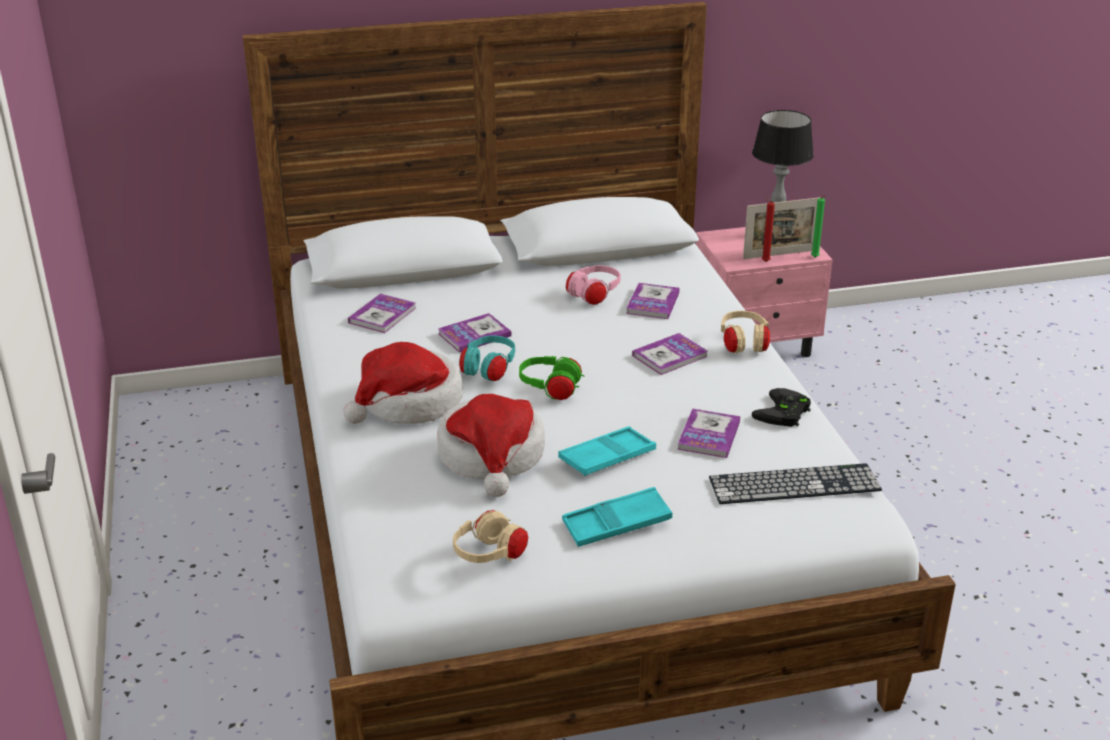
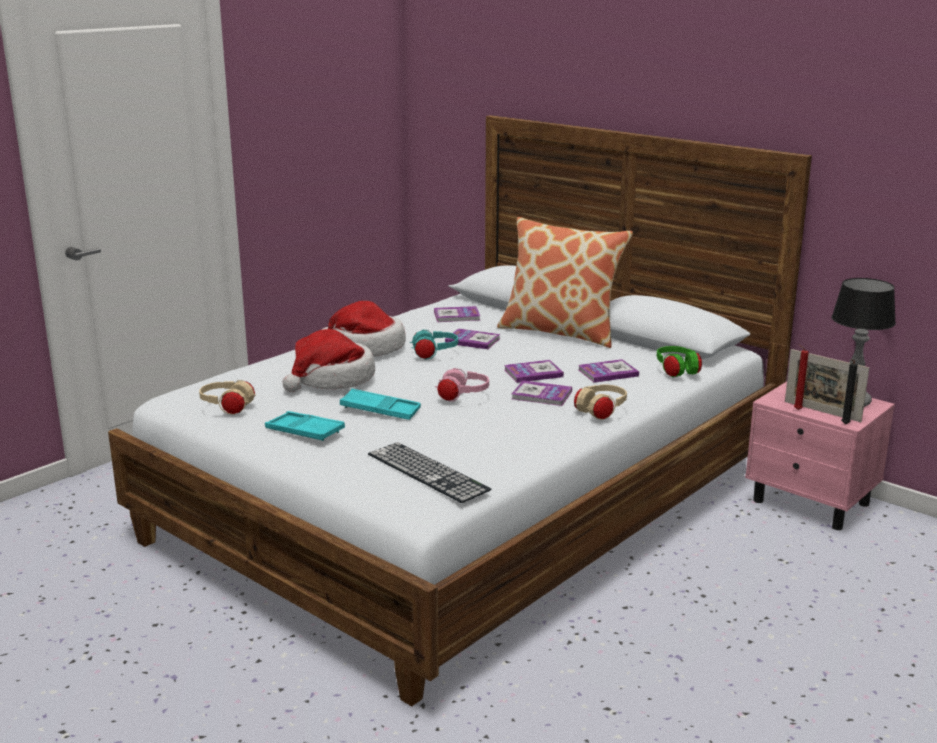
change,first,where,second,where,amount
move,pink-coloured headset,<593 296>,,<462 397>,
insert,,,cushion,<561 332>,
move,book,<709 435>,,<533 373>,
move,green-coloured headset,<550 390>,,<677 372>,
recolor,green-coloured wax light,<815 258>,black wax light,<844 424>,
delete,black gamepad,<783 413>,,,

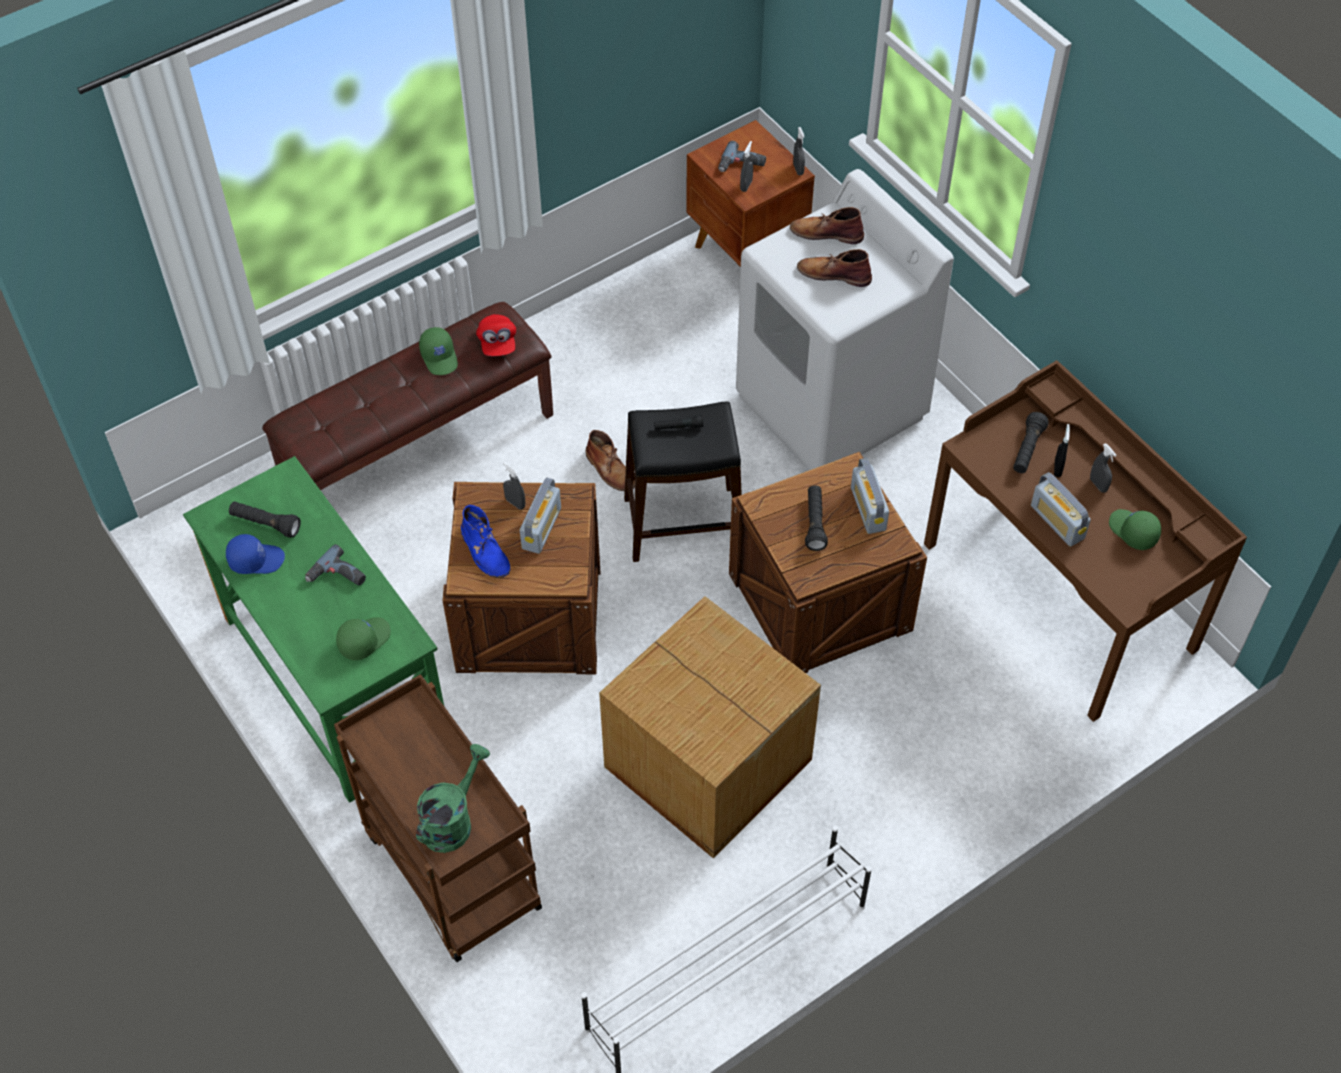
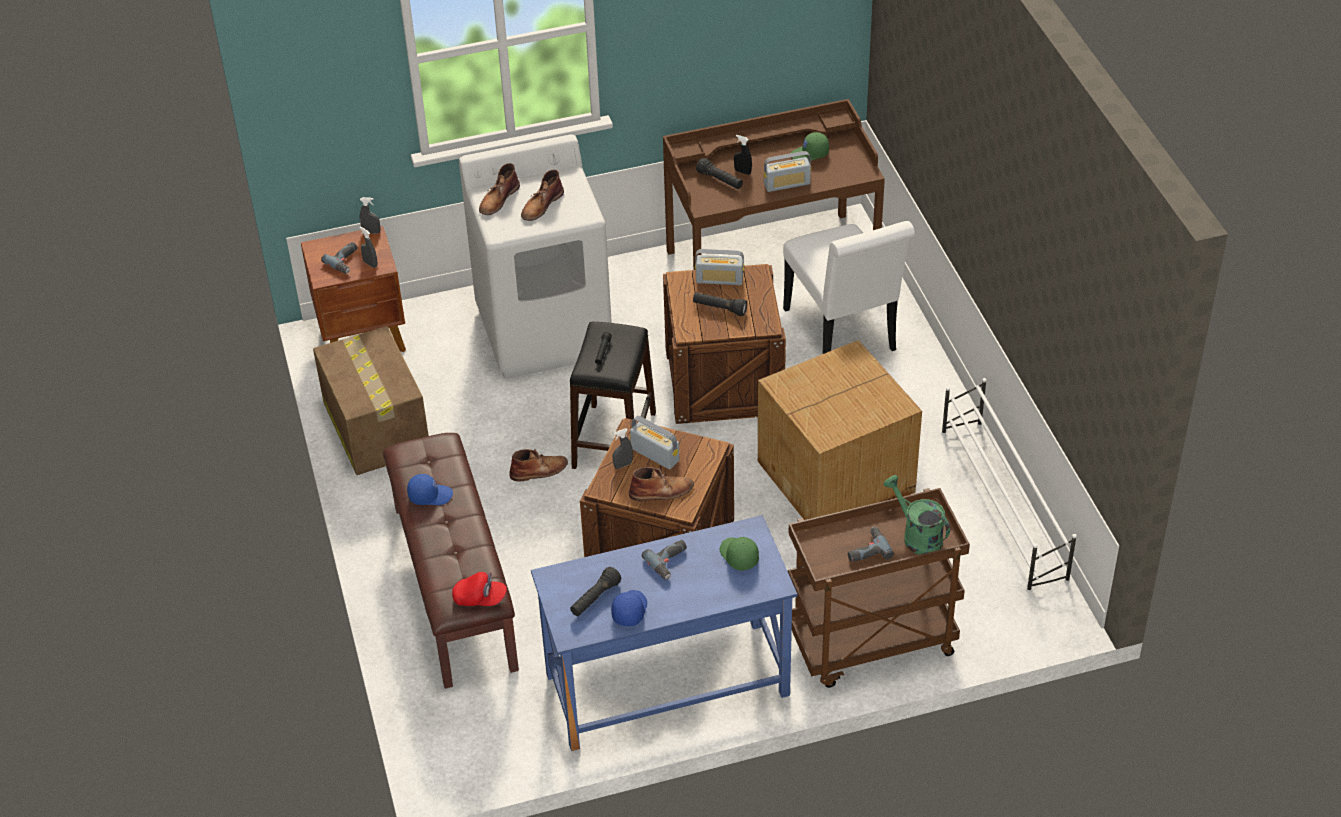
change,first,where,second,where,amount
insert,,,carton,<376 426>,
recolor,green-coloured baseball cap,<440 357>,blue-coloured baseball cap,<430 495>,
move,red baseball cap,<497 343>,,<480 598>,
recolor,green-coloured desk,<334 680>,blue-coloured desk,<667 685>,
recolor,blue-coloured tall boot,<485 551>,brown-coloured tall boot,<662 491>,
insert,,,whitish plain chair,<843 335>,
insert,,,power drill,<866 549>,
delete,grey spray bottle,<1098 485>,,,

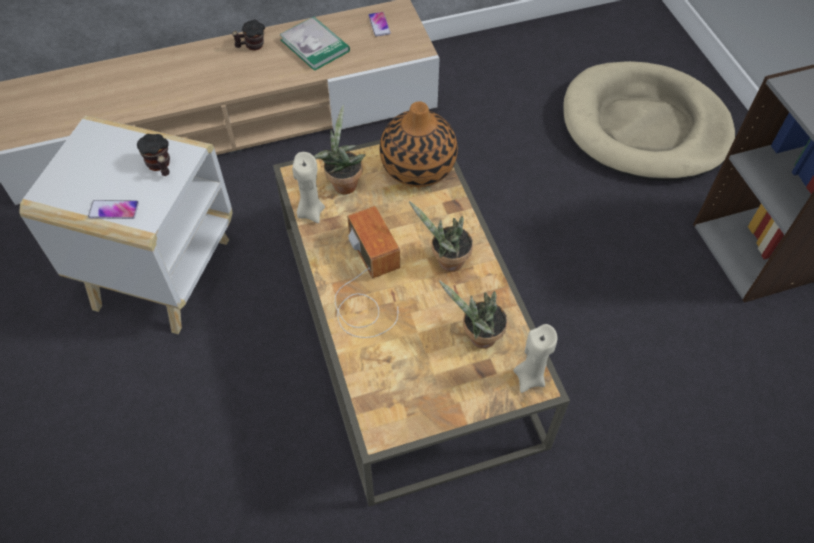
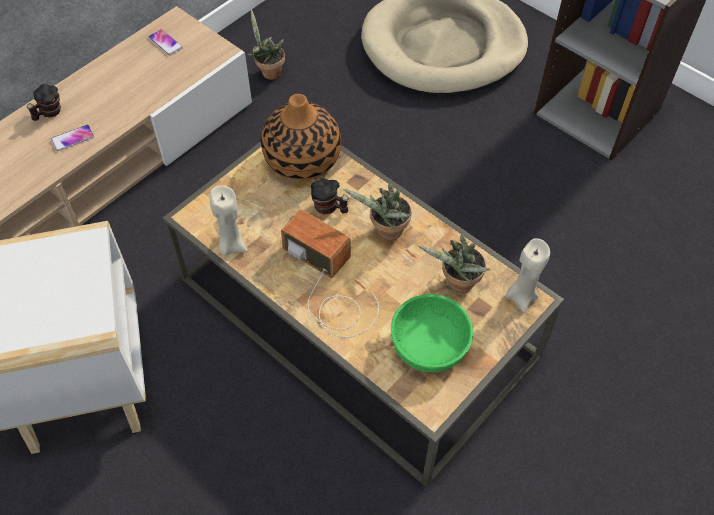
change,first,where,second,where,amount
move,phone,<114 210>,,<73 138>,
move,potted plant,<343 183>,,<268 72>,
move,tea mug,<160 166>,,<329 208>,
insert,,,green-coloured bowl,<428 345>,
delete,book,<315 45>,,,

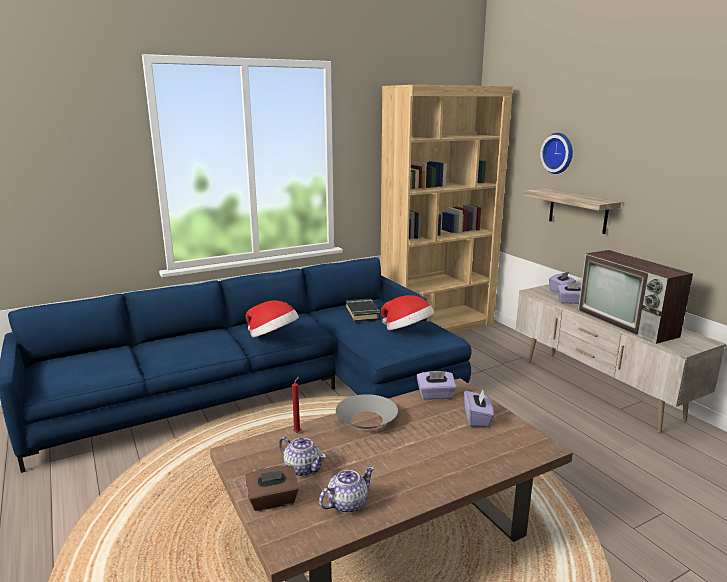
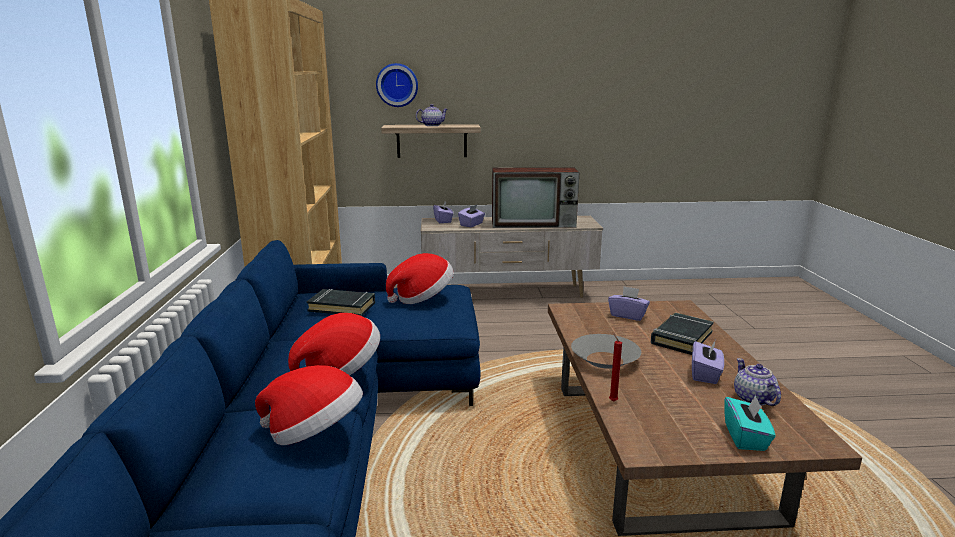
change,first,where,second,where,amount
insert,,,hat,<315 434>,
move,teapot,<302 468>,,<431 125>,
insert,,,black book,<681 338>,
move,purple-coloured tissue box,<435 395>,,<705 374>,
recolor,brown-coloured tissue box,<273 500>,turquoise tissue box,<745 437>,

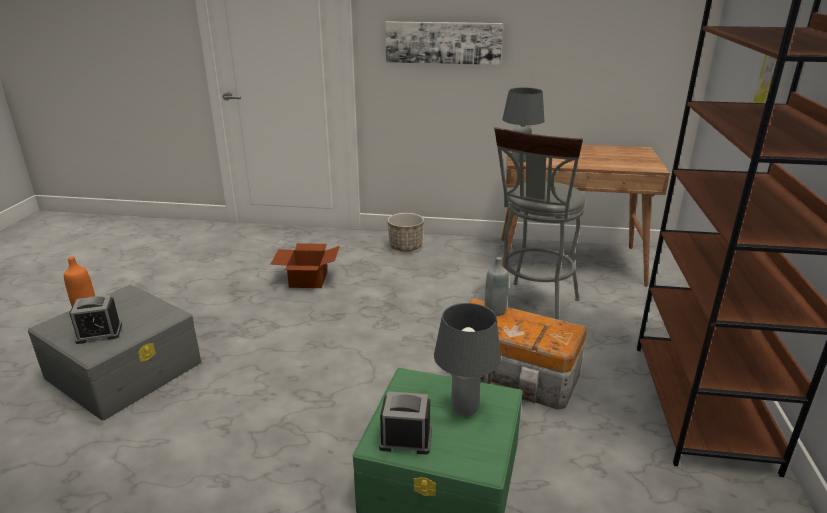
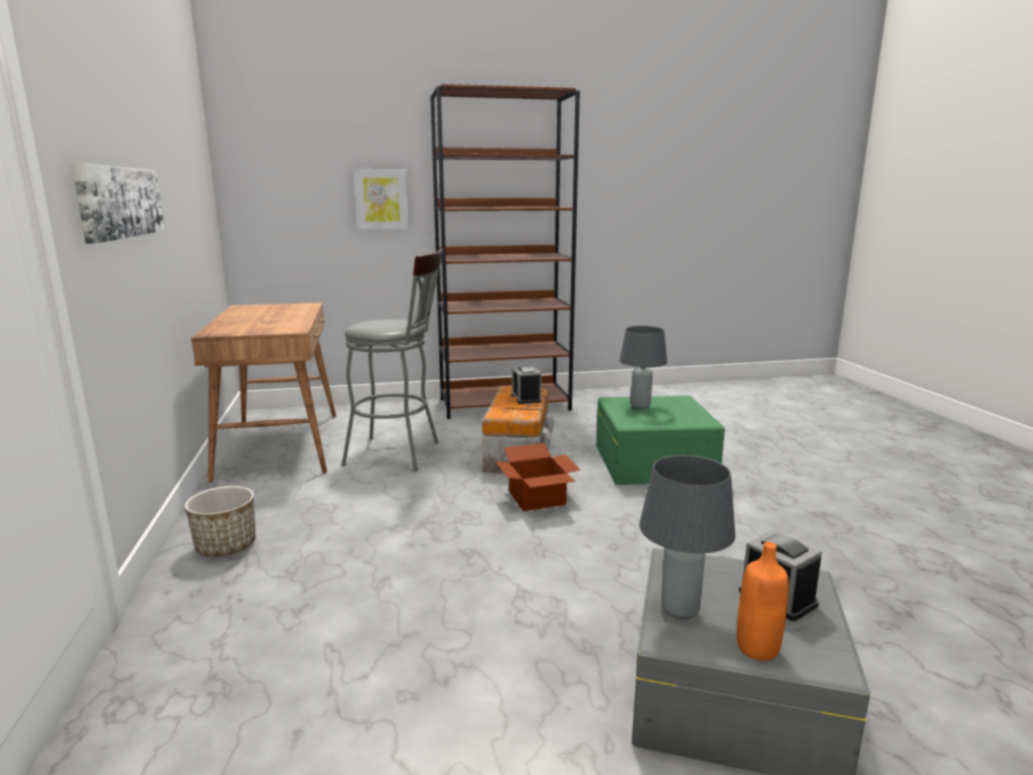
change,first,where,second,where,amount
move,carton,<307 279>,,<536 499>,
move,bedside clock,<405 439>,,<526 398>,
move,grey table lamp,<520 160>,,<678 610>,
delete,grey bottle,<495 311>,,,

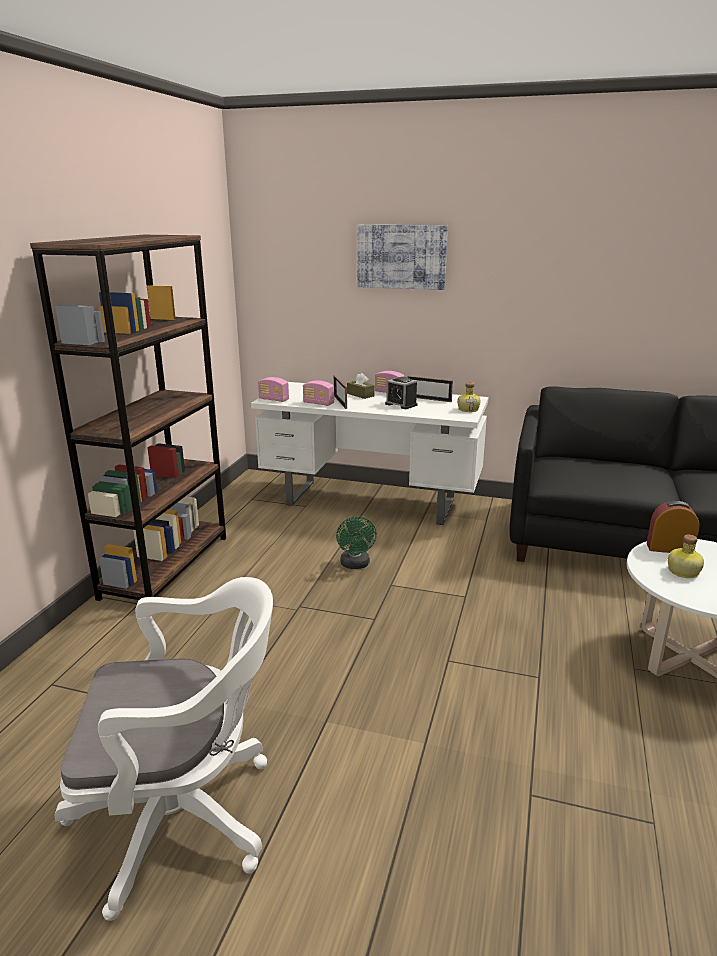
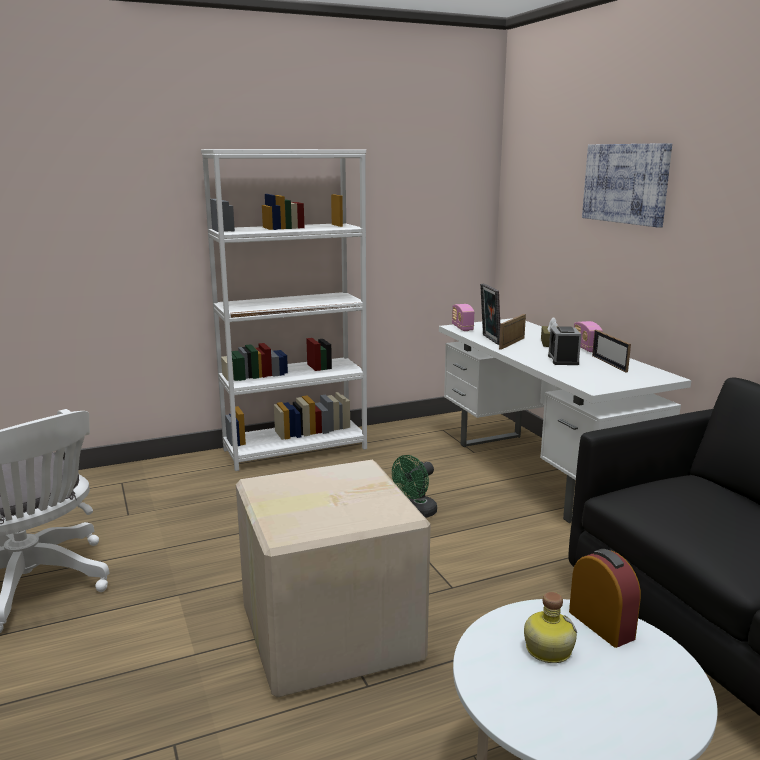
change,first,where,second,where,amount
recolor,brown-coloured shelving unit,<166 566>,whitish shelving unit,<295 449>,
insert,,,carton,<327 632>,
replace,radio,<318 403>,photo frame,<489 339>,
delete,bottle,<468 409>,,,

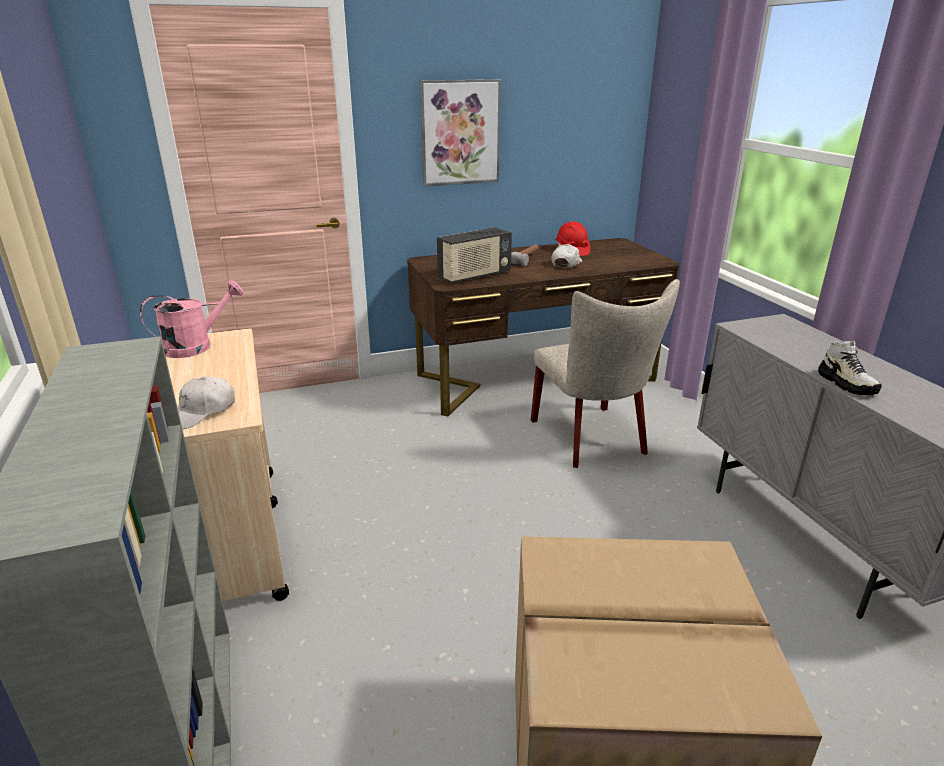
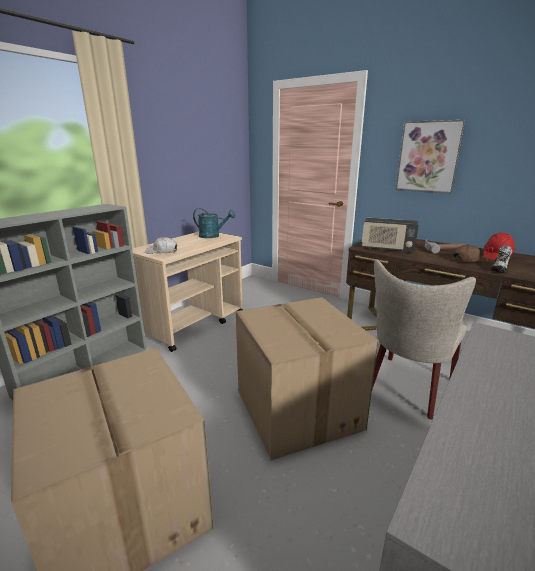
change,first,where,second,where,amount
recolor,pink-coloured watering can,<196 346>,turquoise watering can,<213 236>,
insert,,,carton,<295 408>,
recolor,whitish baseball cap,<566 263>,brown-coloured baseball cap,<468 260>,
move,low shoe,<846 384>,,<500 269>,

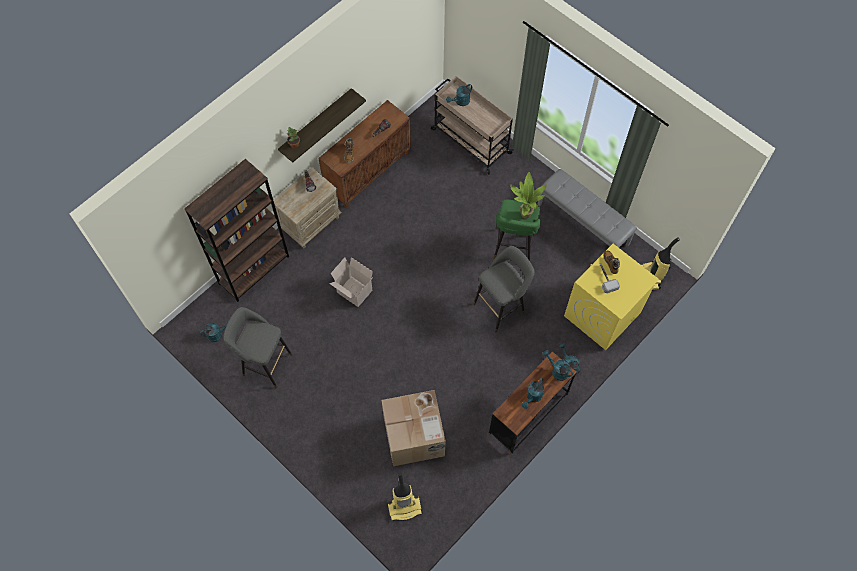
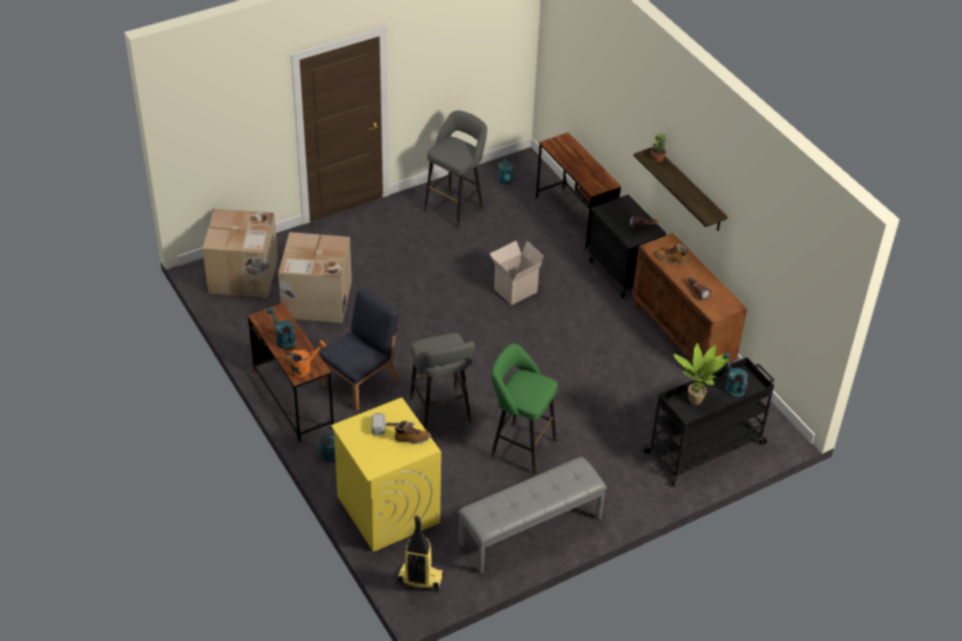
change,first,where,second,where,amount
replace,vacuum,<405 507>,carton,<244 275>,
recolor,turquoise watering can,<557 371>,orangey watering can,<304 368>,
insert,,,blue-coloured plain chair,<361 382>,
replace,brown-coloured shelving unit,<254 270>,brown-coloured desk,<574 219>,
recolor,beige nightstand,<311 223>,black nightstand,<622 273>,
recolor,beige cart,<470 140>,black cart,<706 447>,
move,potted plant,<524 214>,,<696 399>,

